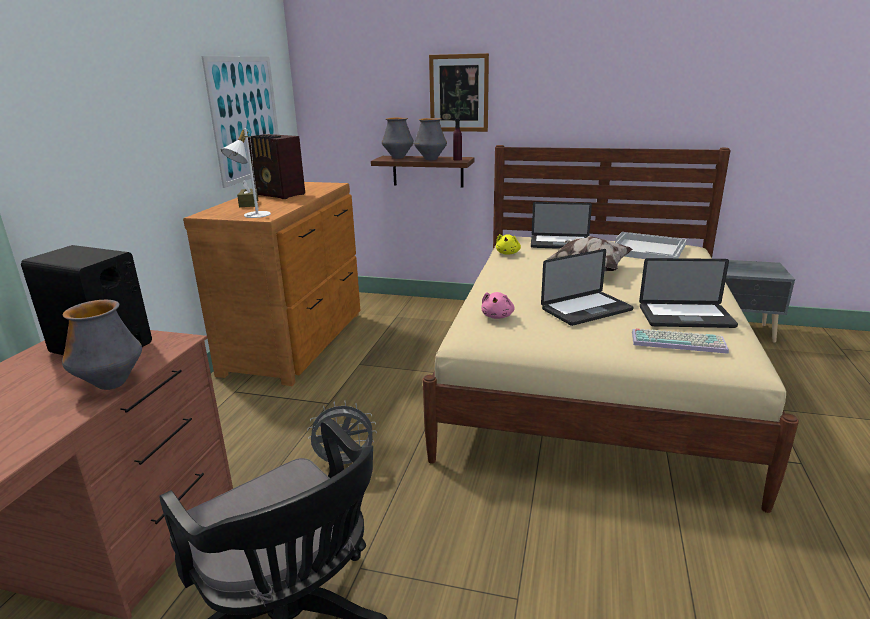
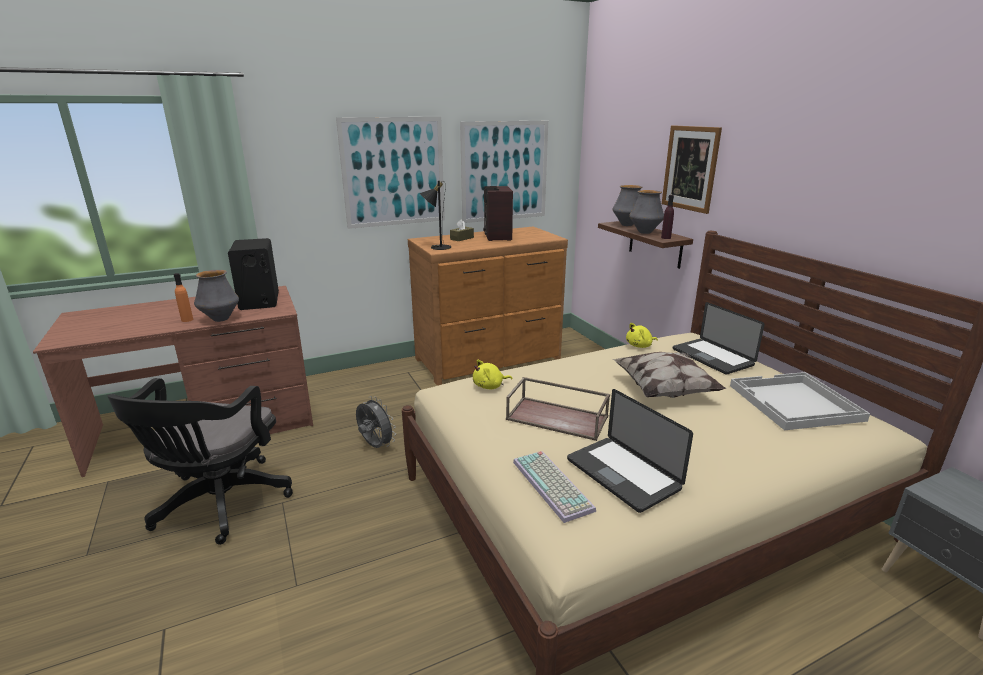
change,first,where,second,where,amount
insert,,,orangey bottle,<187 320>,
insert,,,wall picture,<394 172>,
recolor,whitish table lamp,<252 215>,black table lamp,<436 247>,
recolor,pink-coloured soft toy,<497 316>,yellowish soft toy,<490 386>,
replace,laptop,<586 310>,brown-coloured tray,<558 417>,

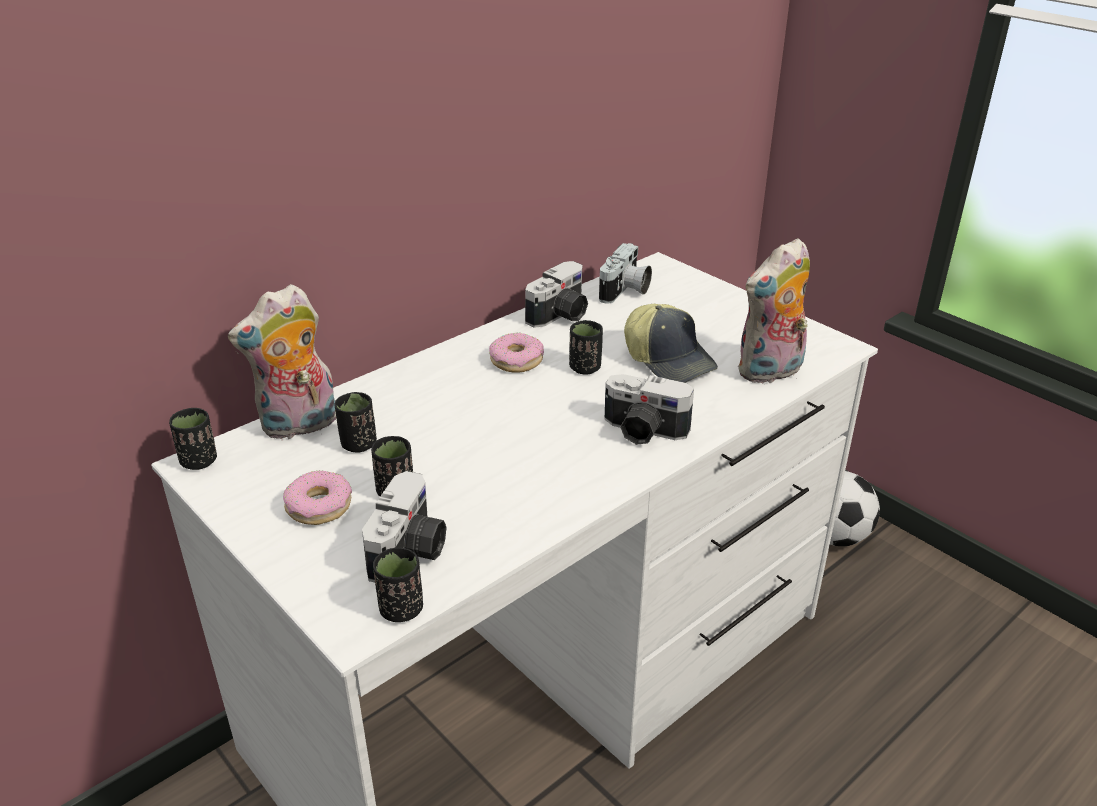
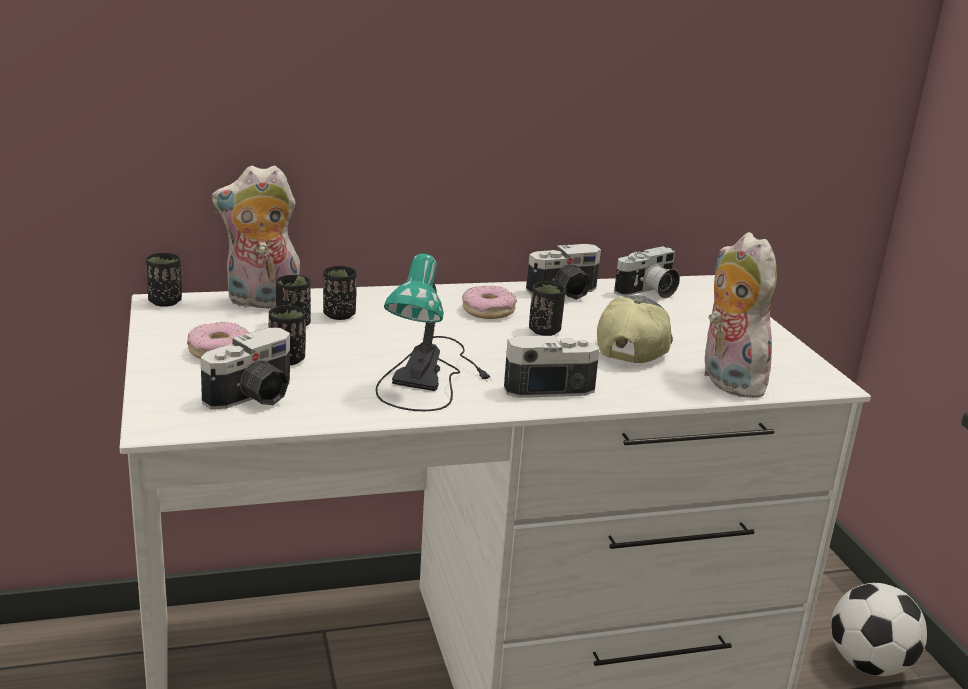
change,first,where,second,where,amount
move,black small cup,<401 609>,,<339 315>,
insert,,,table lamp,<431 375>,
rotate,still camera,<643 431>,,<546 384>,120 degrees clockwise
rotate,baseball cap,<669 360>,,<632 347>,150 degrees counterclockwise
rotate,soft toy,<770 372>,,<726 380>,75 degrees clockwise

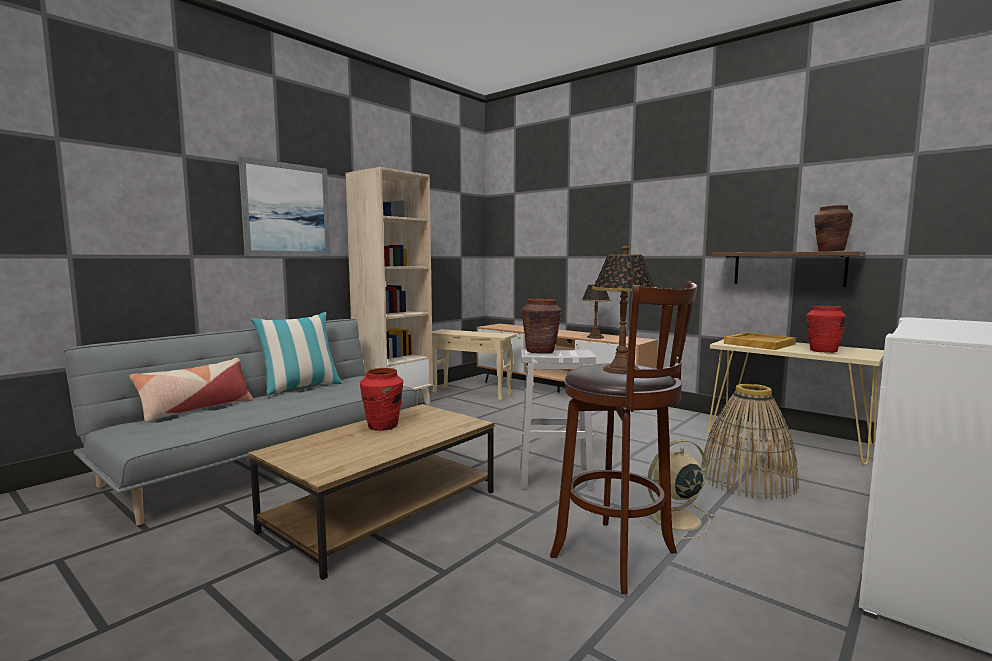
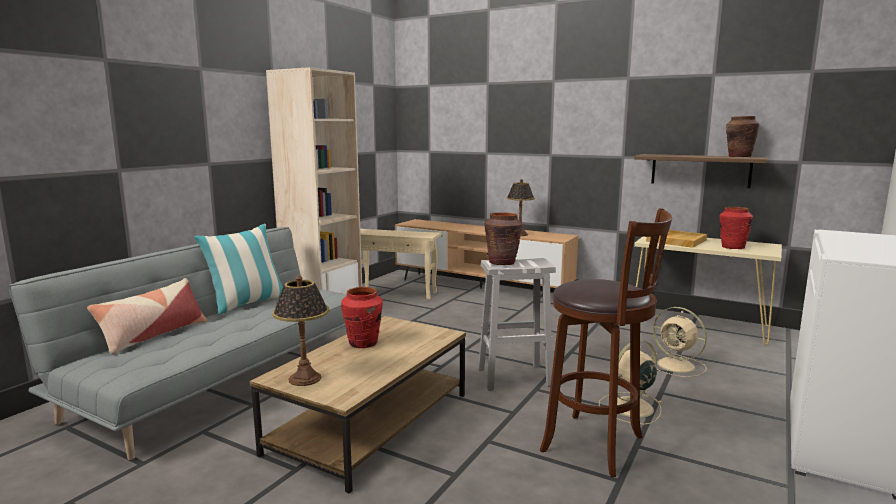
change,first,where,second,where,amount
move,table lamp,<621 370>,,<304 378>,
replace,basket,<747 479>,beige cooling fan,<677 366>,
delete,wall picture,<287 210>,,,

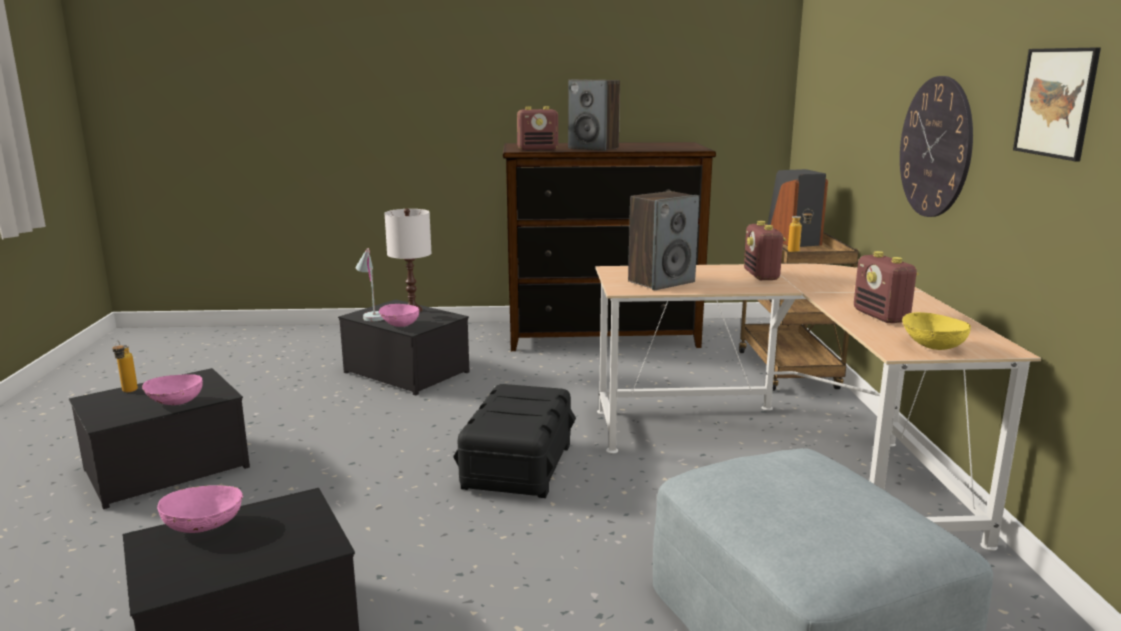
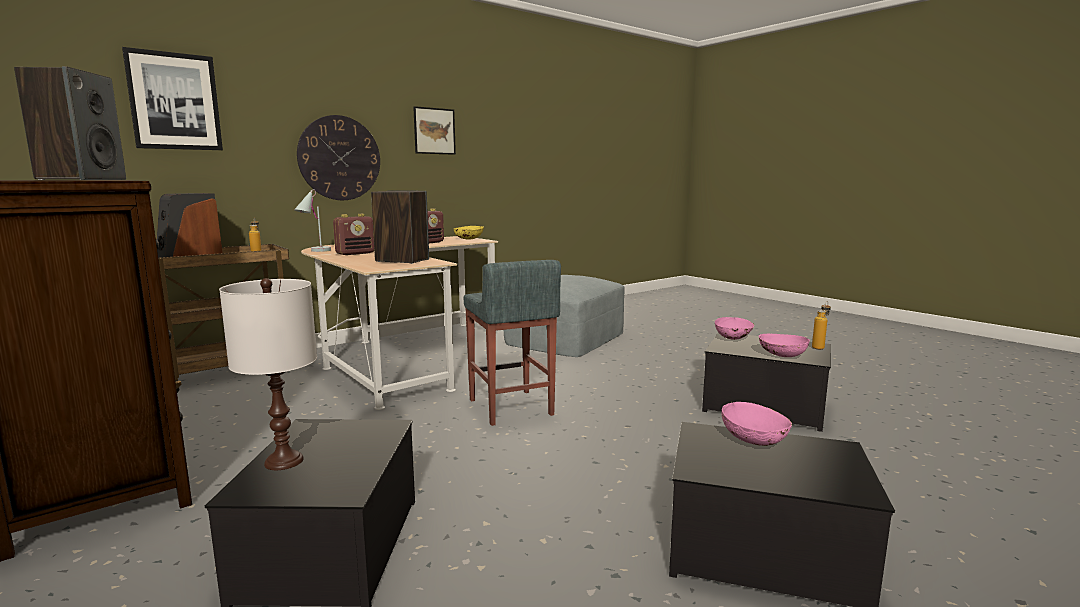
change,first,where,second,where,amount
insert,,,wall picture,<174 101>,
move,whitish table lamp,<371 315>,,<314 251>,
replace,black storage bin,<517 465>,grey stool,<510 407>,
move,pink-coloured bowl,<399 325>,,<733 338>,
move,bottle,<128 392>,,<819 347>,
delete,radio,<538 149>,,,

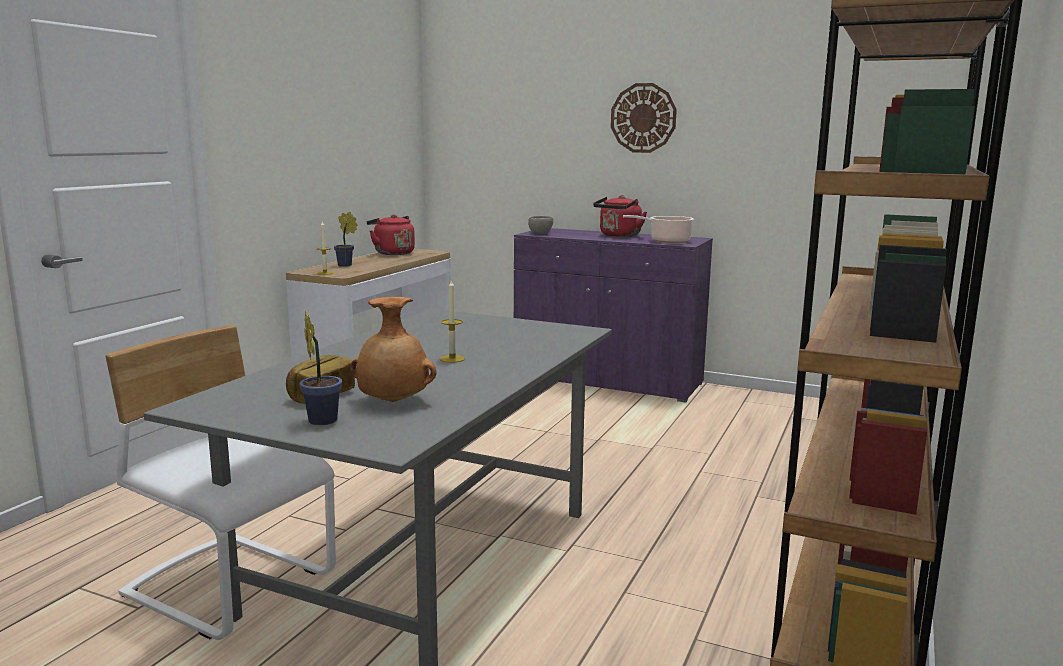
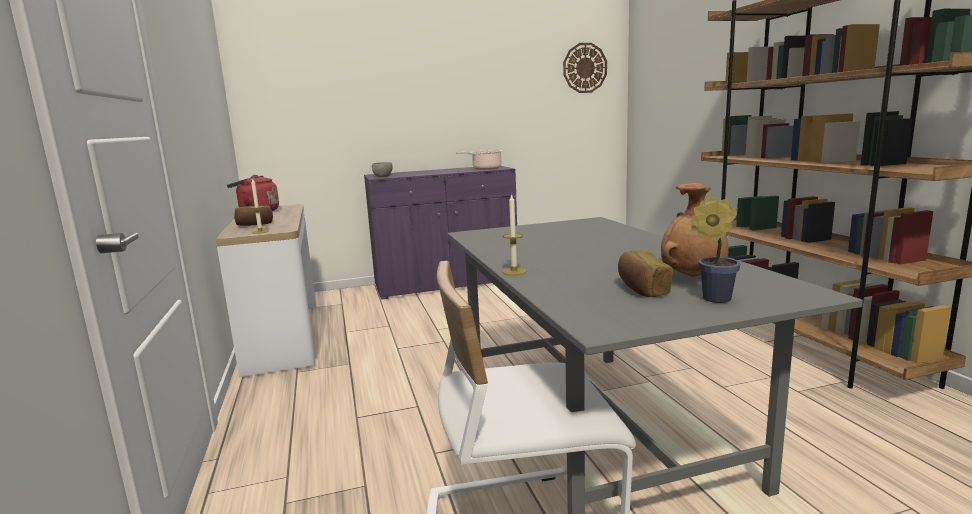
change,first,where,second,where,amount
replace,potted plant,<346 265>,bakery bread,<254 224>,
move,wax light,<452 359>,,<514 271>,
move,wall clock,<643 118>,,<584 68>,
delete,red kettle,<619 236>,,,

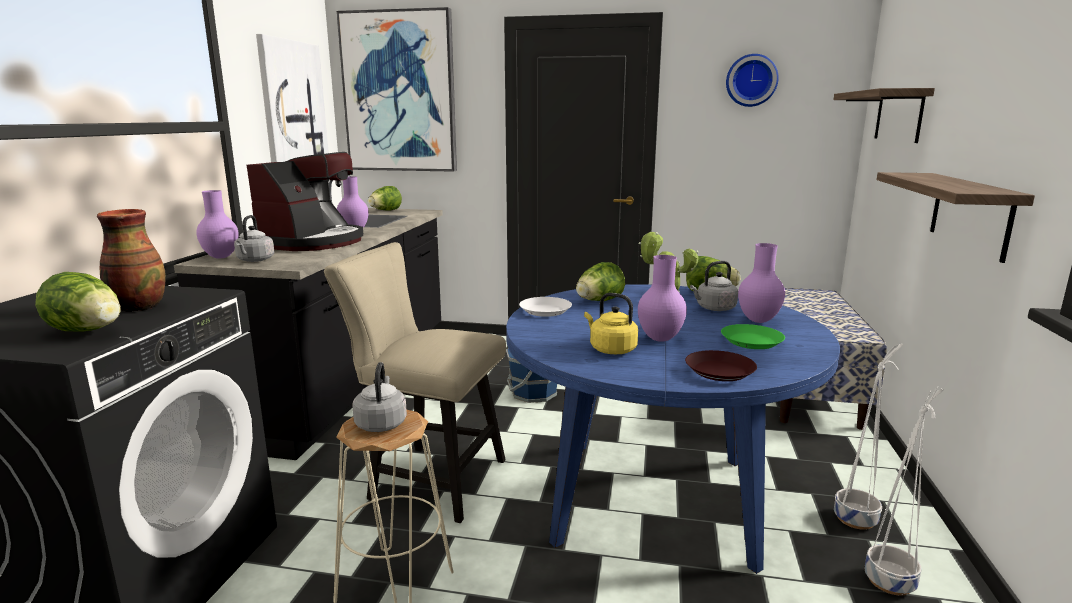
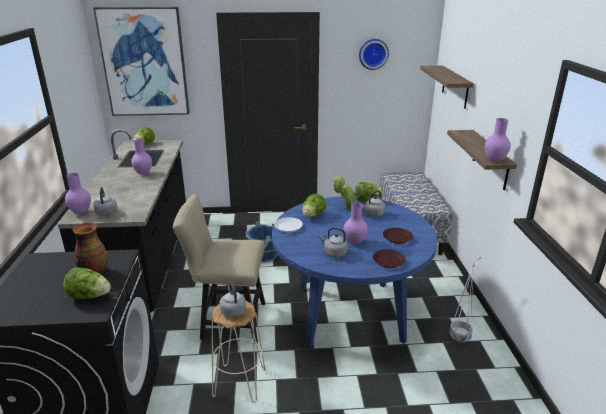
change,first,where,second,where,amount
recolor,yellowish kettle,<610 349>,grey kettle,<334 253>,
recolor,green-coloured flat dish,<752 341>,brown-coloured flat dish,<397 238>,
move,purple-coloured flower vase,<758 320>,,<494 160>,
delete,coffee machine,<313 242>,,,
delete,wall picture,<294 120>,,,
delete,whitish planter,<856 519>,,,

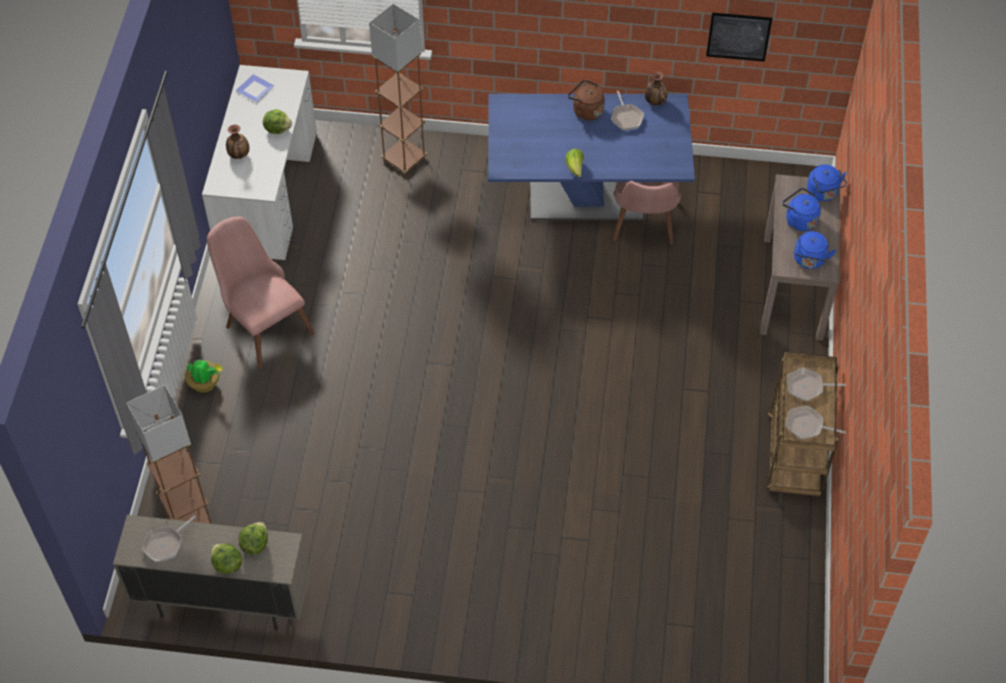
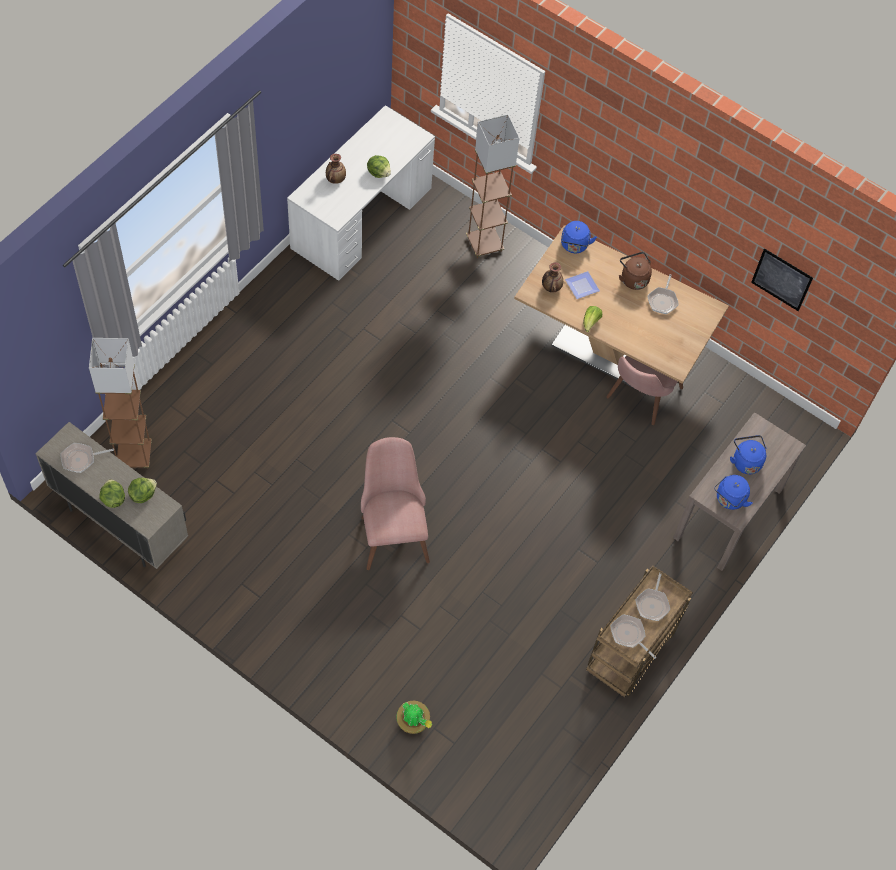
change,first,where,second,where,amount
move,pink-coloured plain chair,<262 323>,,<392 530>,
move,potted plant,<205 384>,,<413 723>,
recolor,blue-coloured dinner table,<585 196>,brown-coloured dinner table,<609 349>,
move,flower vase,<654 102>,,<551 287>,
move,blue-coloured kettle,<823 193>,,<574 246>,
move,flat dish,<256 89>,,<583 286>,
rotate,pan,<807 387>,,<652 604>,105 degrees counterclockwise

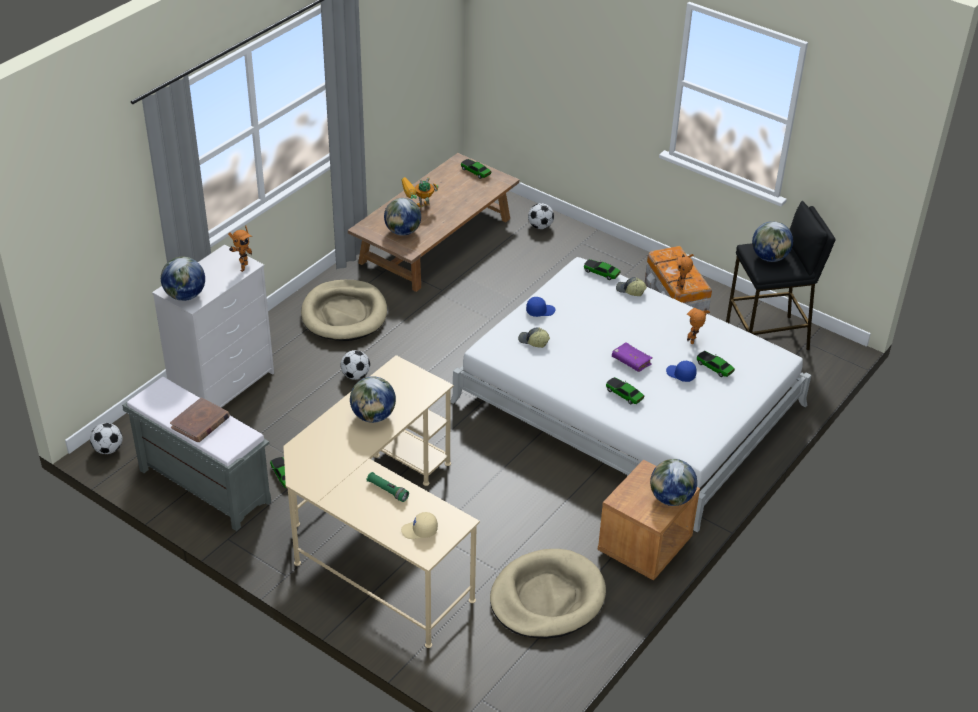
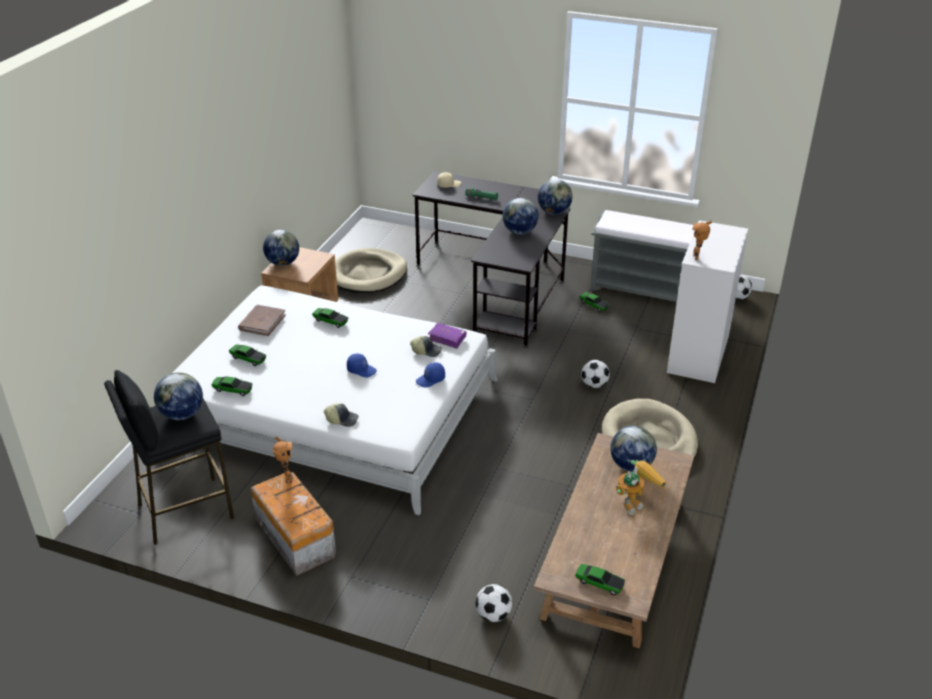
change,first,where,second,where,amount
move,miniature car,<601 273>,,<233 389>,
move,brown-coloured book,<200 422>,,<262 322>,
move,blue-coloured baseball cap,<680 374>,,<361 370>,
recolor,beige desk,<379 536>,black desk,<499 285>,
move,purple-coloured book,<631 361>,,<447 339>,
move,globe,<185 296>,,<554 212>,
delete,model robot,<695 341>,,,

